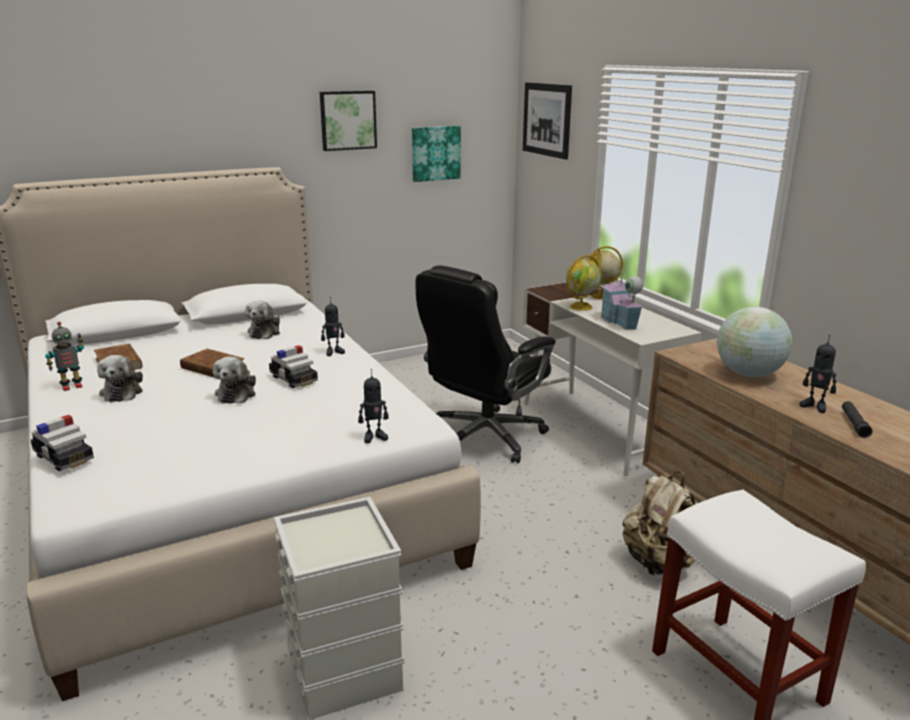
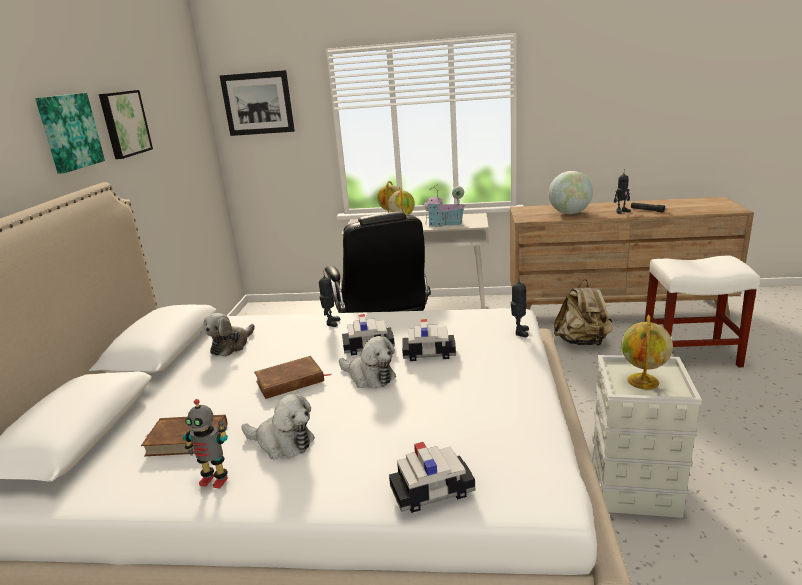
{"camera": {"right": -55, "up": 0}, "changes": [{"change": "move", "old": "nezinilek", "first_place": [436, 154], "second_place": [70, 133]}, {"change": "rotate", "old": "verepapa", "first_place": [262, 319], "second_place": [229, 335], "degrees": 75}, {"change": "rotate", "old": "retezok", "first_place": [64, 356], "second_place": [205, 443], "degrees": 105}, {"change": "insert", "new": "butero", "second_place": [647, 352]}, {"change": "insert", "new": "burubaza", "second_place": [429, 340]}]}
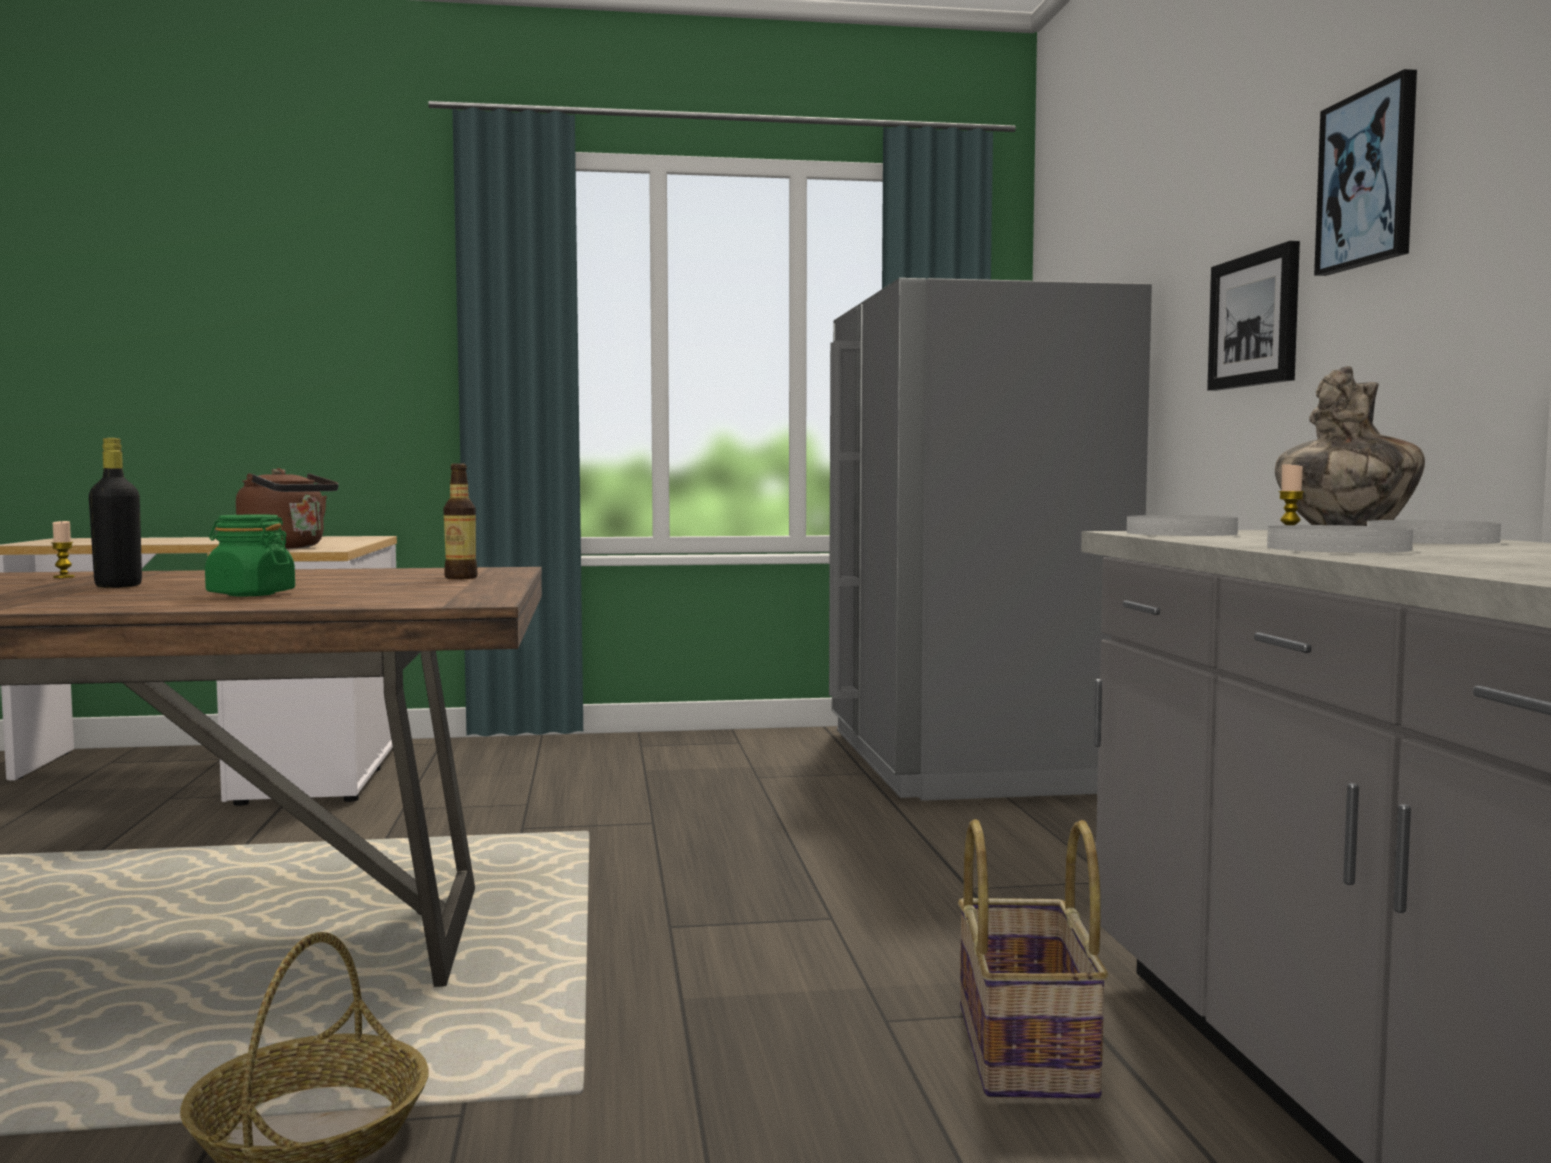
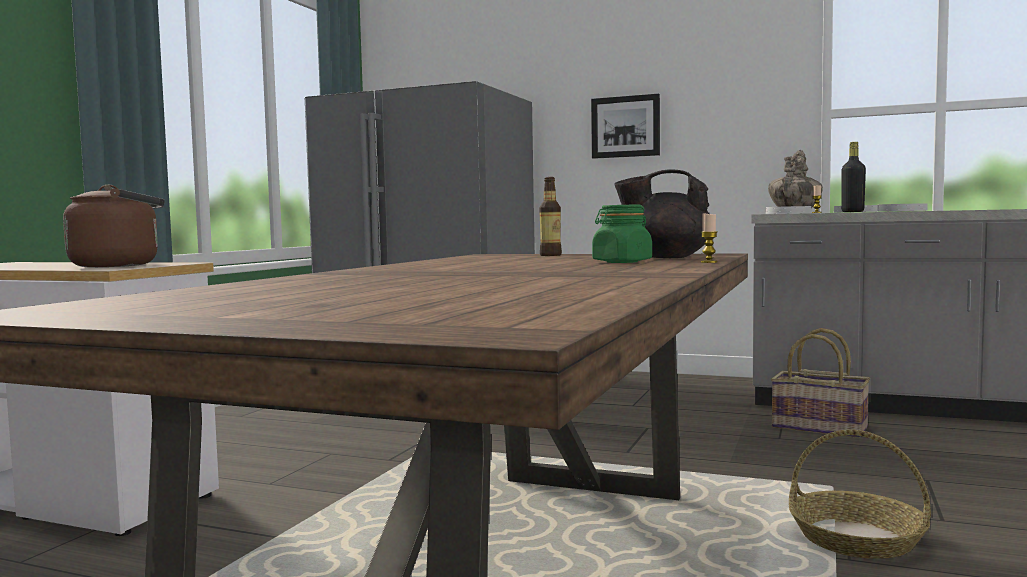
{"camera": {"right": -60, "up": 0}, "changes": [{"change": "delete", "old": "nezinilek", "first_place": [1365, 172]}, {"change": "move", "old": "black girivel", "first_place": [115, 513], "second_place": [854, 177]}, {"change": "move", "old": "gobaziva", "first_place": [63, 549], "second_place": [709, 238]}, {"change": "insert", "new": "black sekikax", "second_place": [661, 213]}]}
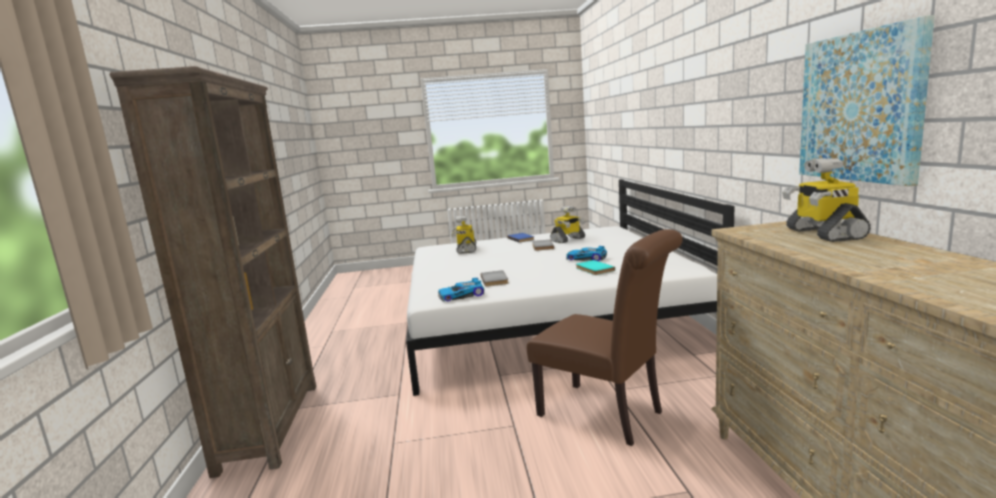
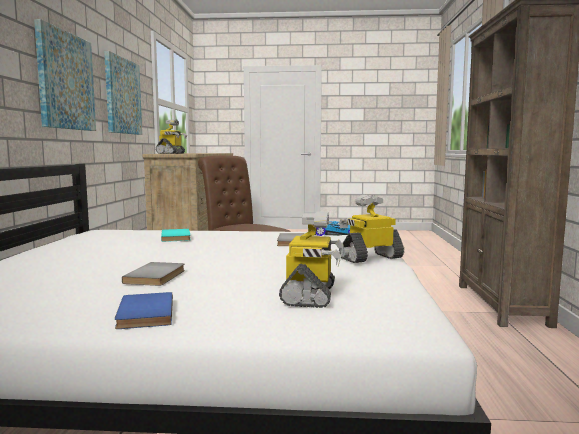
{"camera": {"right": -170, "up": -5}, "changes": [{"change": "move", "old": "retezok", "first_place": [568, 224], "second_place": [371, 229]}, {"change": "delete", "old": "burubaza", "first_place": [586, 253]}, {"change": "insert", "new": "nezinilek", "second_place": [65, 75]}]}
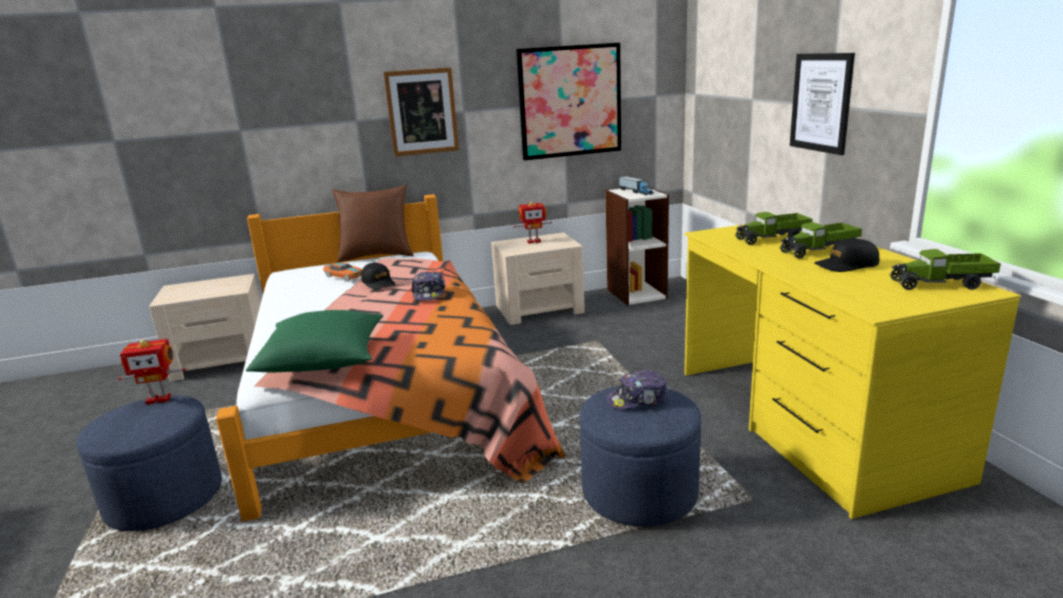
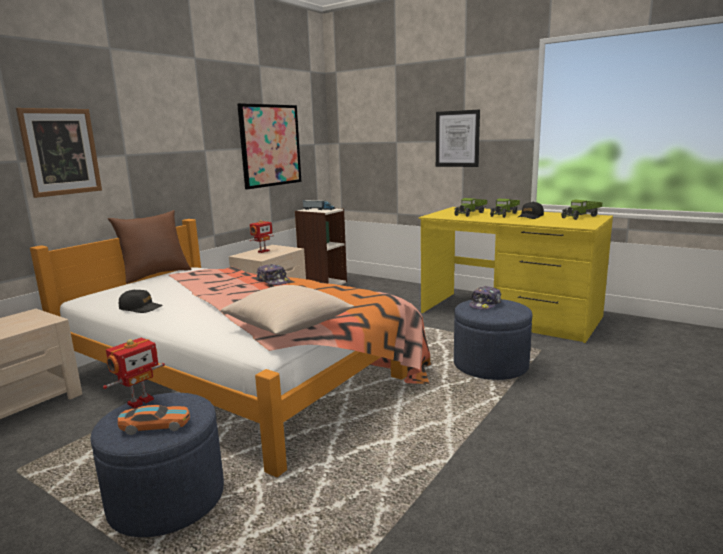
{"camera": {"right": -40, "up": -5}, "changes": [{"change": "move", "old": "nezinilek", "first_place": [421, 112], "second_place": [59, 153]}, {"change": "move", "old": "burubaza", "first_place": [342, 271], "second_place": [154, 420]}, {"change": "move", "old": "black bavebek", "first_place": [378, 276], "second_place": [141, 301]}, {"change": "recolor", "old": "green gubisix", "new": "beige gubisix", "first_place": [314, 341], "second_place": [287, 310]}]}
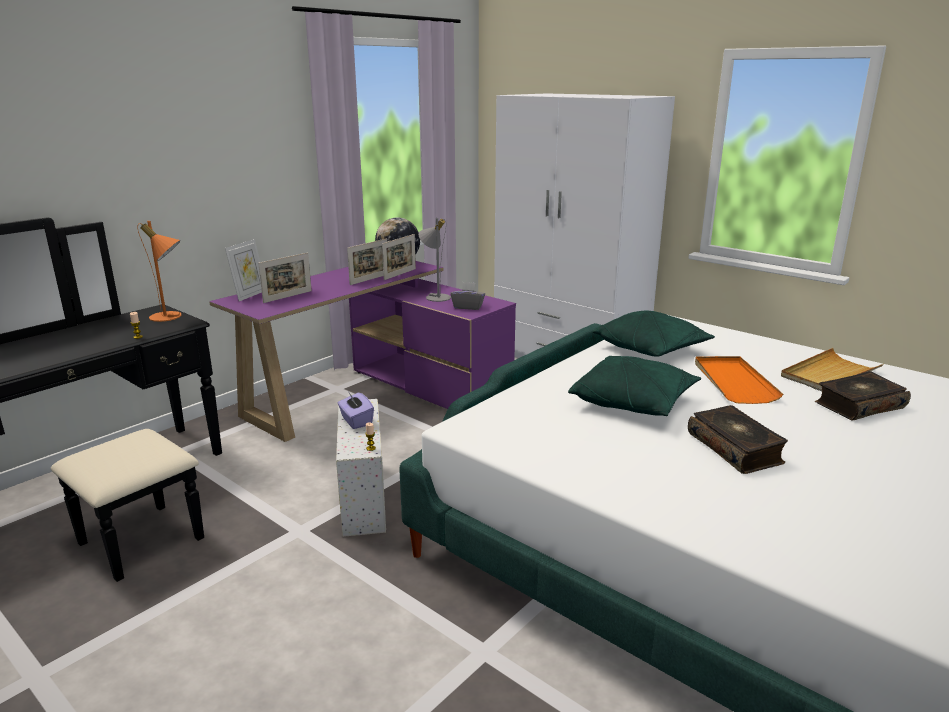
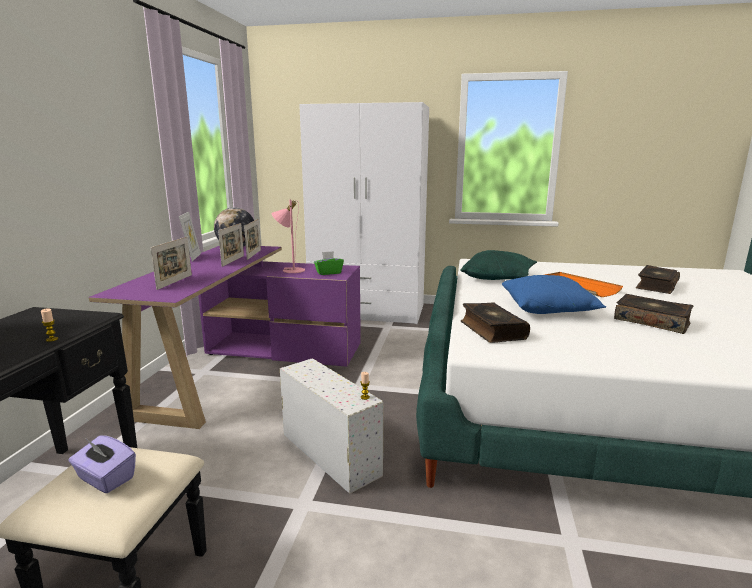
{"camera": {"right": -30, "up": -5}, "changes": [{"change": "recolor", "old": "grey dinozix", "new": "pink dinozix", "first_place": [435, 260], "second_place": [288, 236]}, {"change": "delete", "old": "orange dinozix", "first_place": [159, 271]}, {"change": "move", "old": "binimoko", "first_place": [243, 270], "second_place": [190, 236]}, {"change": "recolor", "old": "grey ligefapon", "new": "green ligefapon", "first_place": [467, 296], "second_place": [329, 263]}, {"change": "delete", "old": "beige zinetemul", "first_place": [832, 369]}, {"change": "recolor", "old": "green gubisix", "new": "blue gubisix", "first_place": [634, 386], "second_place": [554, 294]}, {"change": "move", "old": "purple ligefapon", "first_place": [356, 410], "second_place": [102, 464]}, {"change": "insert", "new": "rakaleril", "second_place": [495, 323]}]}
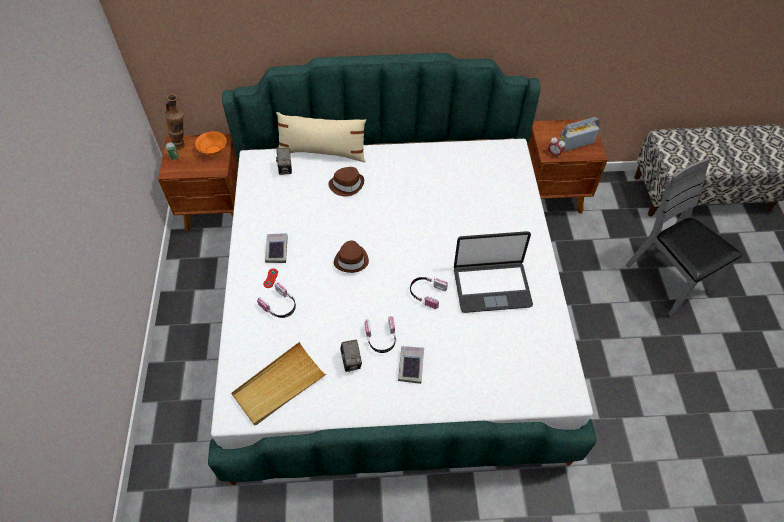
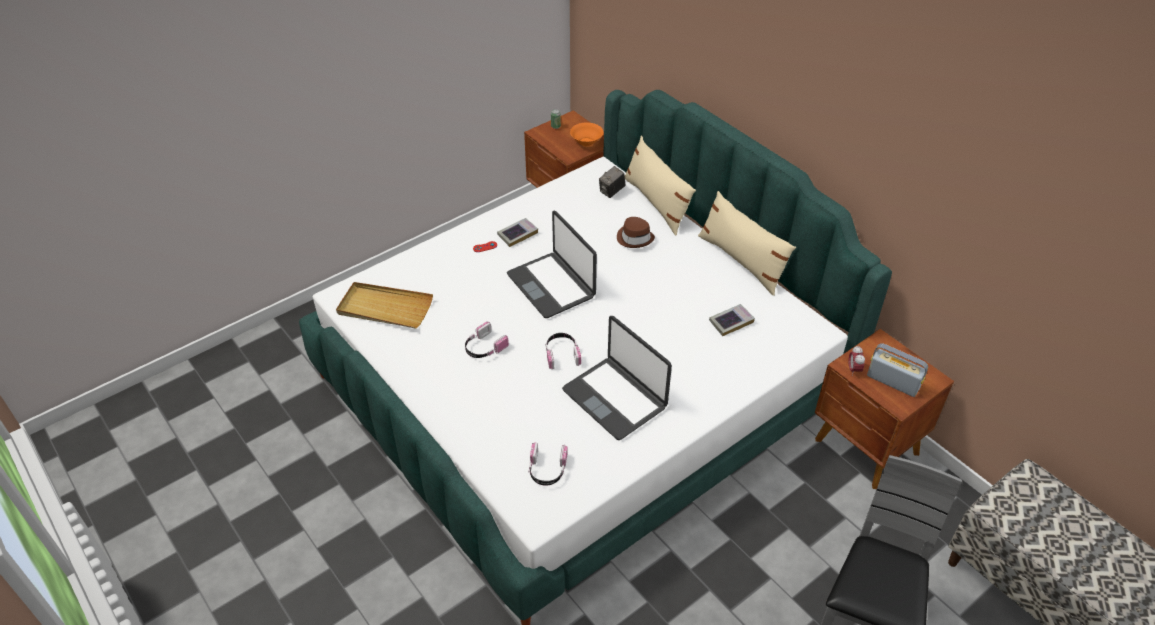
{"camera": {"right": 55, "up": -10}, "changes": [{"change": "delete", "old": "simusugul", "first_place": [175, 121]}, {"change": "replace", "old": "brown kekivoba", "new": "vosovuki", "first_place": [351, 256], "second_place": [552, 264]}, {"change": "move", "old": "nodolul", "first_place": [276, 300], "second_place": [547, 464]}, {"change": "delete", "old": "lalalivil", "first_place": [351, 356]}, {"change": "move", "old": "rakaleril", "first_place": [411, 365], "second_place": [732, 320]}, {"change": "insert", "new": "beige gubisix", "second_place": [747, 243]}]}
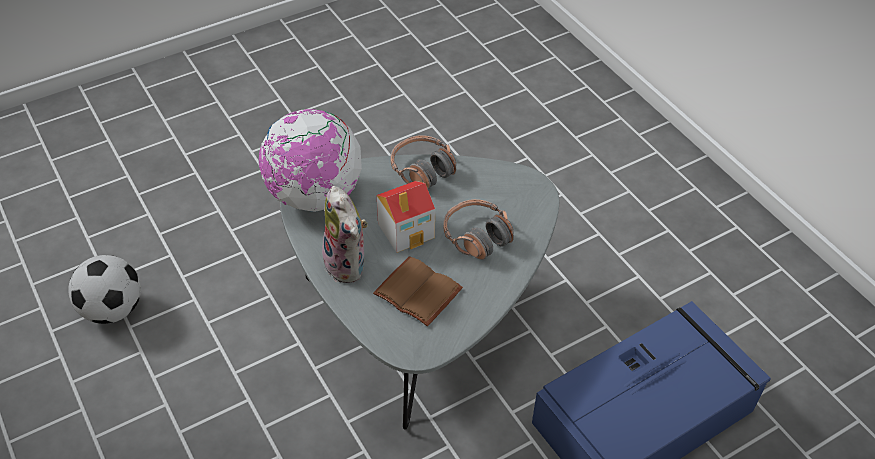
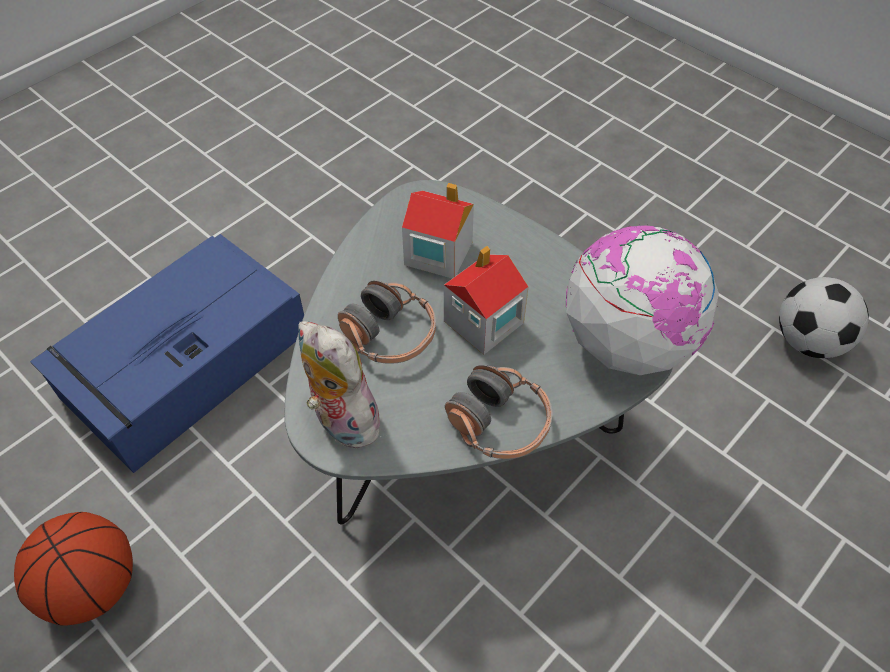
{"camera": {"right": 165, "up": 5}, "changes": [{"change": "move", "old": "verepapa", "first_place": [345, 234], "second_place": [341, 385]}, {"change": "replace", "old": "brown rakaleril", "new": "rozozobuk", "first_place": [418, 291], "second_place": [438, 231]}, {"change": "insert", "new": "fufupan", "second_place": [73, 569]}]}
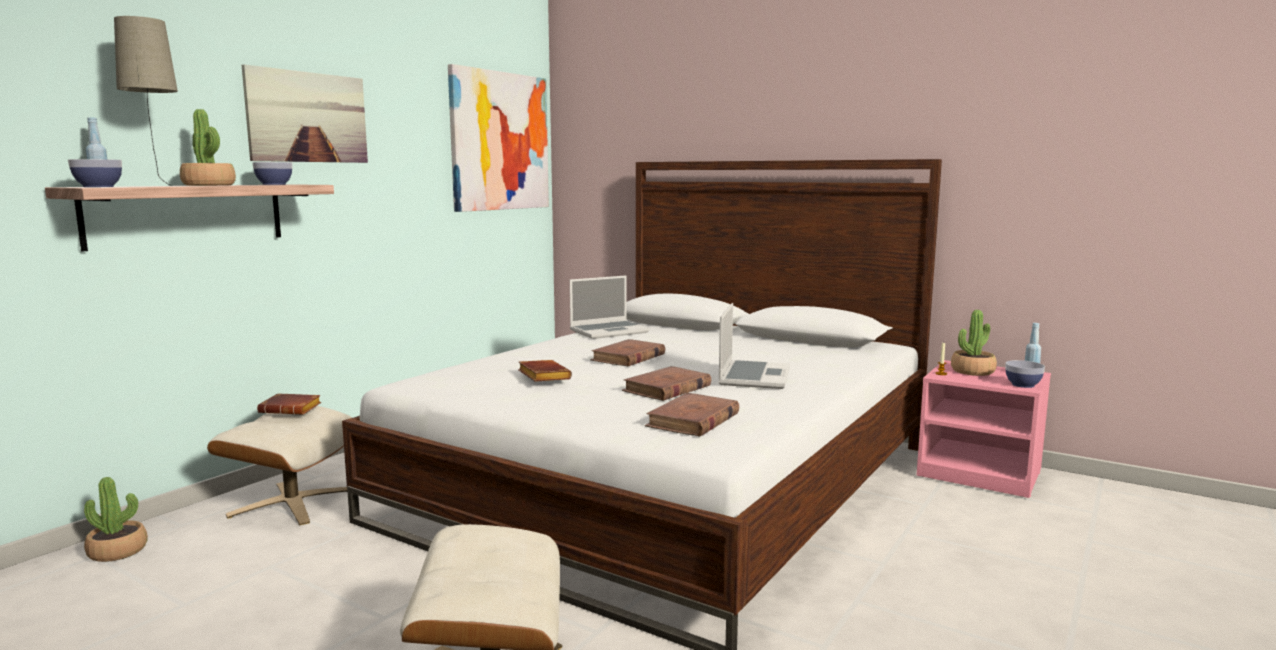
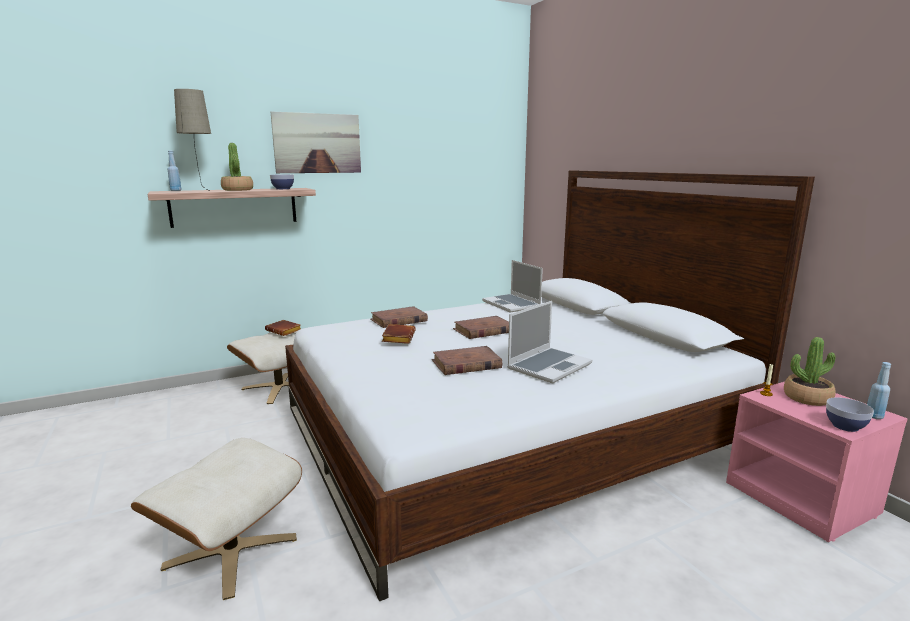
{"camera": {"right": 30, "up": 5}, "changes": [{"change": "delete", "old": "nezinilek", "first_place": [498, 138]}, {"change": "delete", "old": "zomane", "first_place": [95, 173]}, {"change": "rotate", "old": "vosovuki", "first_place": [609, 307], "second_place": [512, 286], "degrees": 60}, {"change": "move", "old": "brown rakaleril", "first_place": [692, 415], "second_place": [399, 317]}, {"change": "delete", "old": "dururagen", "first_place": [116, 519]}]}
